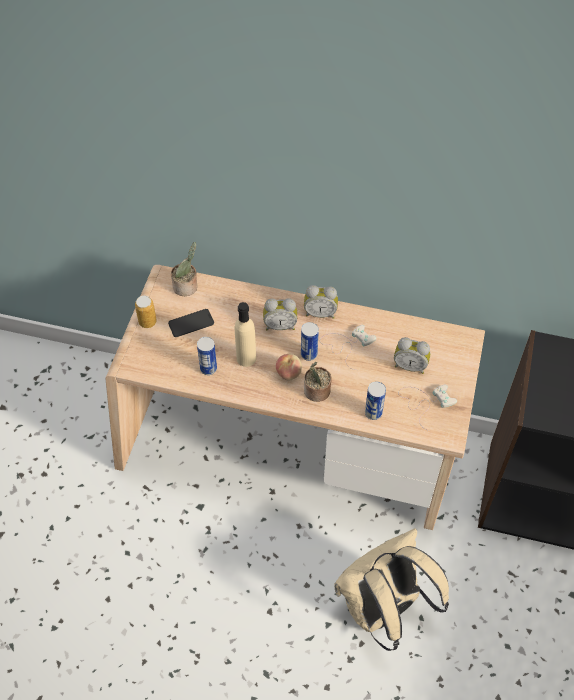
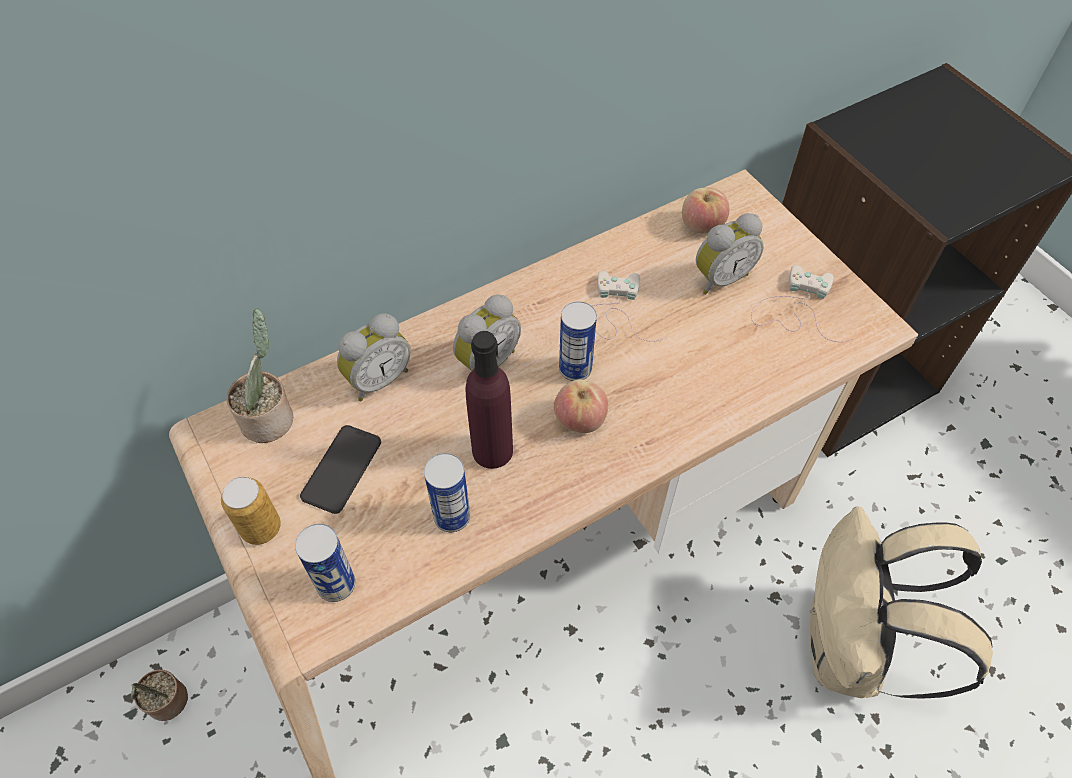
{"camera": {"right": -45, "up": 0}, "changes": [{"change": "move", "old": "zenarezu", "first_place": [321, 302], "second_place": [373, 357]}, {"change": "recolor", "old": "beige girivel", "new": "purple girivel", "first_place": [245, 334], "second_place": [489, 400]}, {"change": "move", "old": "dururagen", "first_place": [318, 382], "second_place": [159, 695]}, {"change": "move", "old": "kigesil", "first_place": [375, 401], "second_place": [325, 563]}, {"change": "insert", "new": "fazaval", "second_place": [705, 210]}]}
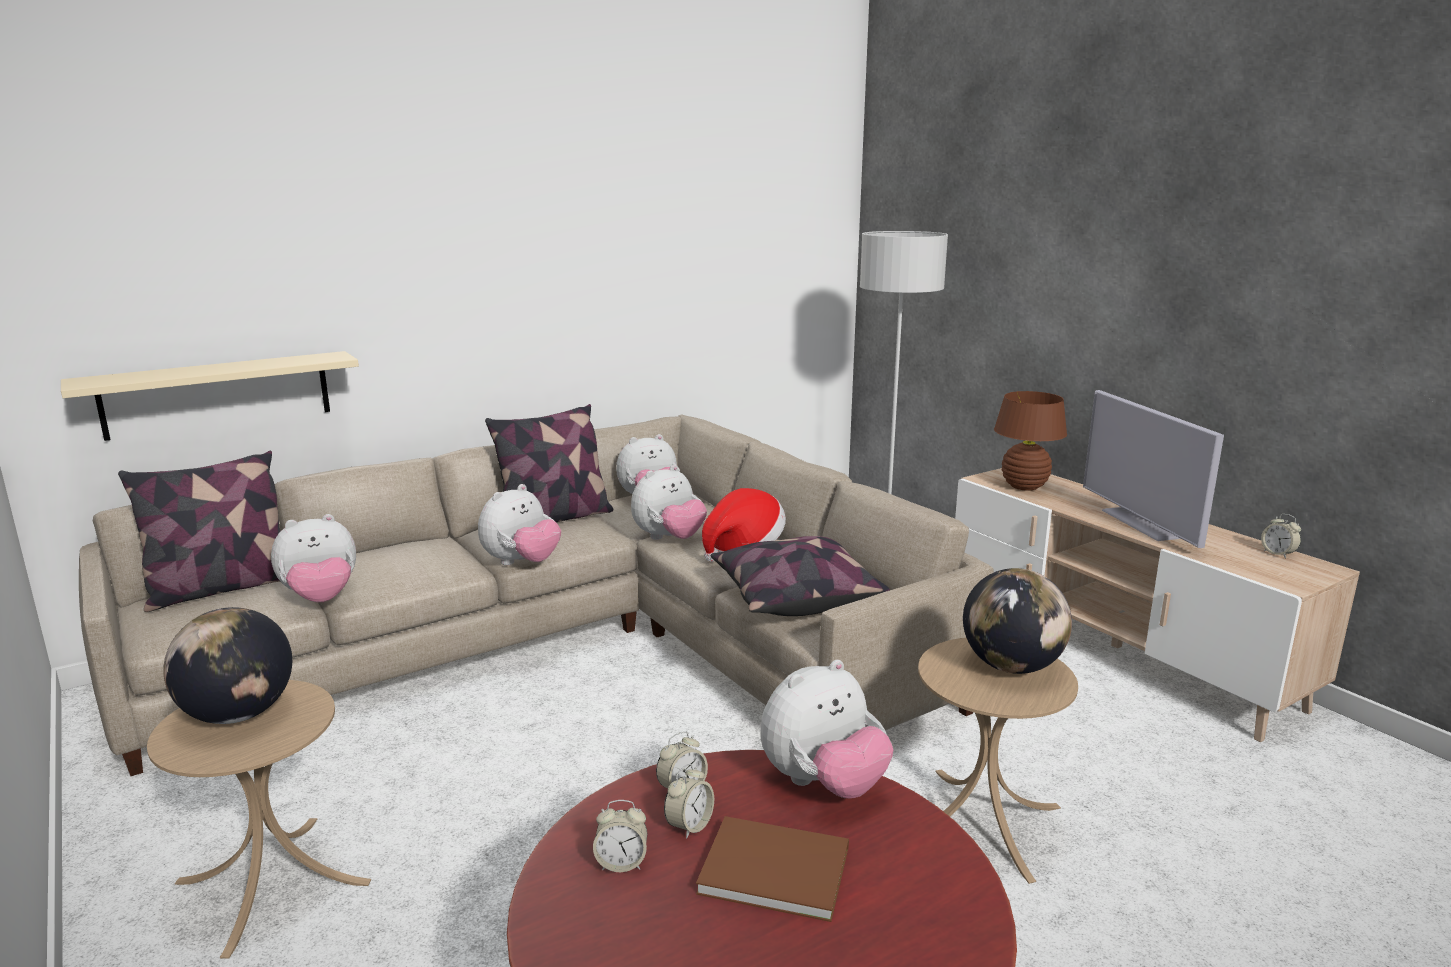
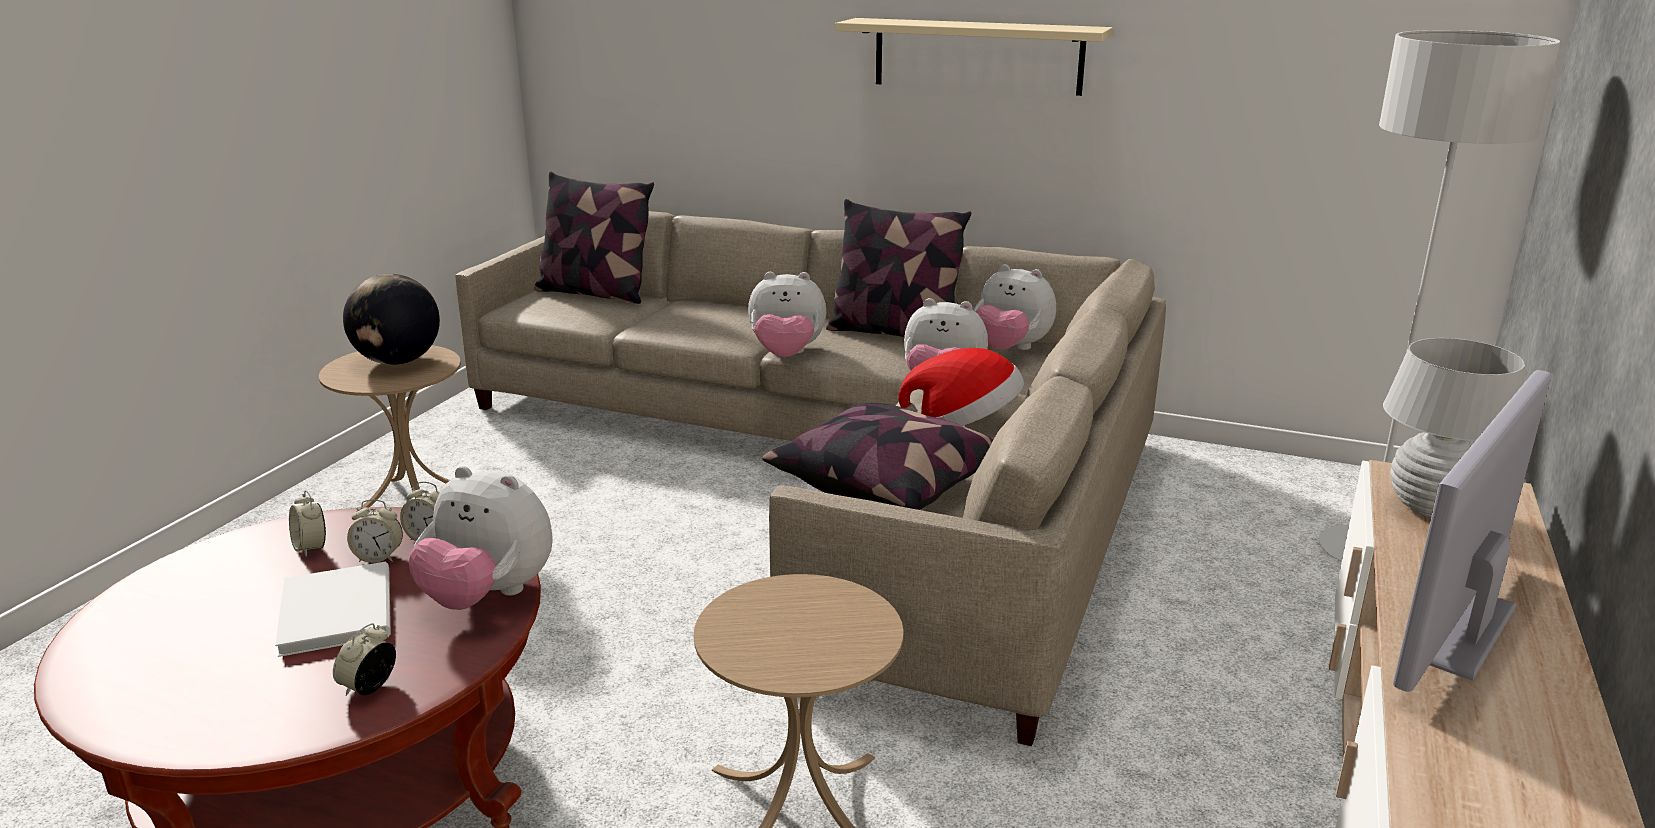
{"camera": {"right": 55, "up": 5}, "changes": [{"change": "move", "old": "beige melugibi", "first_place": [210, 396], "second_place": [974, 57]}, {"change": "recolor", "old": "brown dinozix", "new": "white dinozix", "first_place": [1030, 441], "second_place": [1454, 427]}, {"change": "delete", "old": "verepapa", "first_place": [313, 558]}, {"change": "move", "old": "zenarezu", "first_place": [1281, 536], "second_place": [364, 659]}, {"change": "delete", "old": "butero", "first_place": [1017, 621]}, {"change": "recolor", "old": "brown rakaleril", "new": "white rakaleril", "first_place": [772, 869], "second_place": [333, 609]}]}
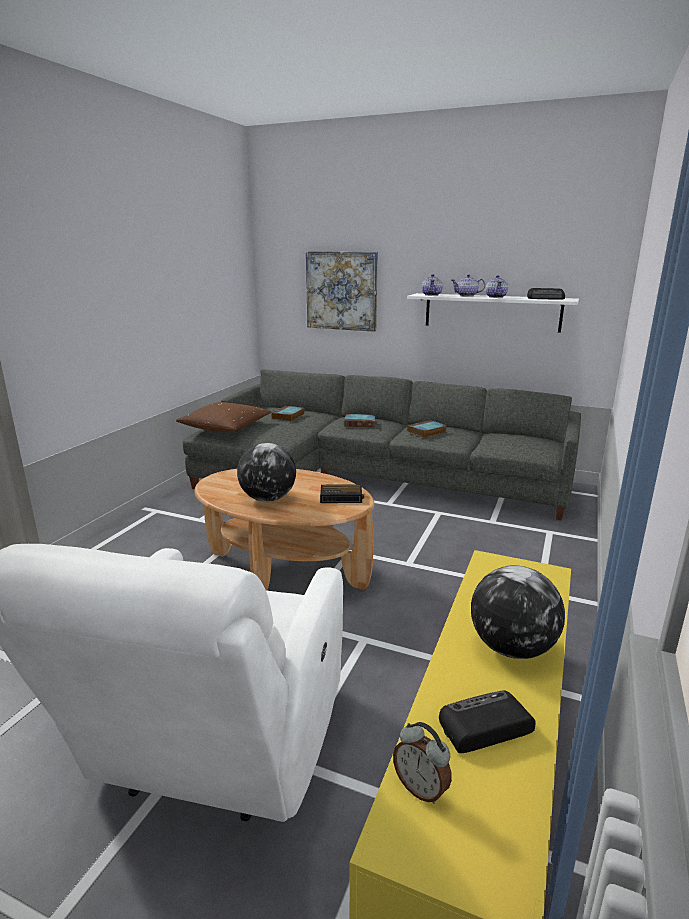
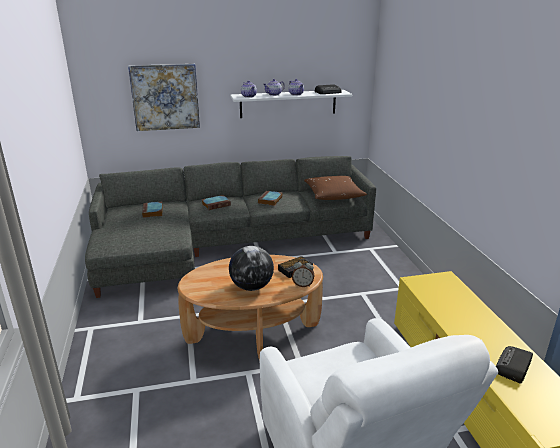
{"camera": {"right": -35, "up": 5}, "changes": [{"change": "move", "old": "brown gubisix", "first_place": [223, 417], "second_place": [335, 188]}, {"change": "delete", "old": "butero", "first_place": [518, 612]}, {"change": "move", "old": "zenarezu", "first_place": [422, 763], "second_place": [303, 273]}]}
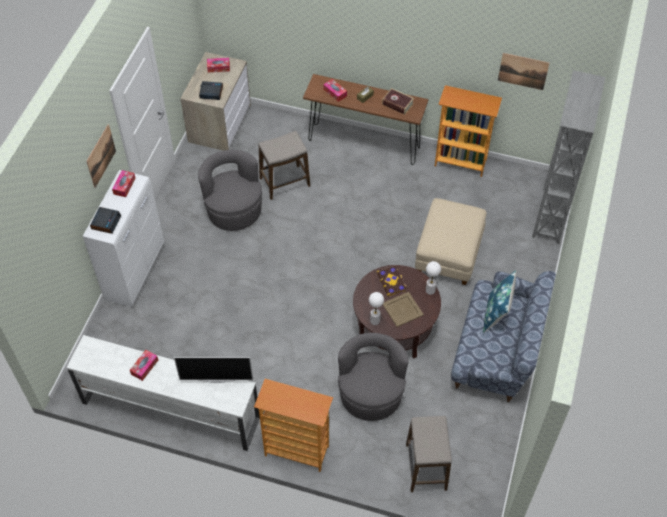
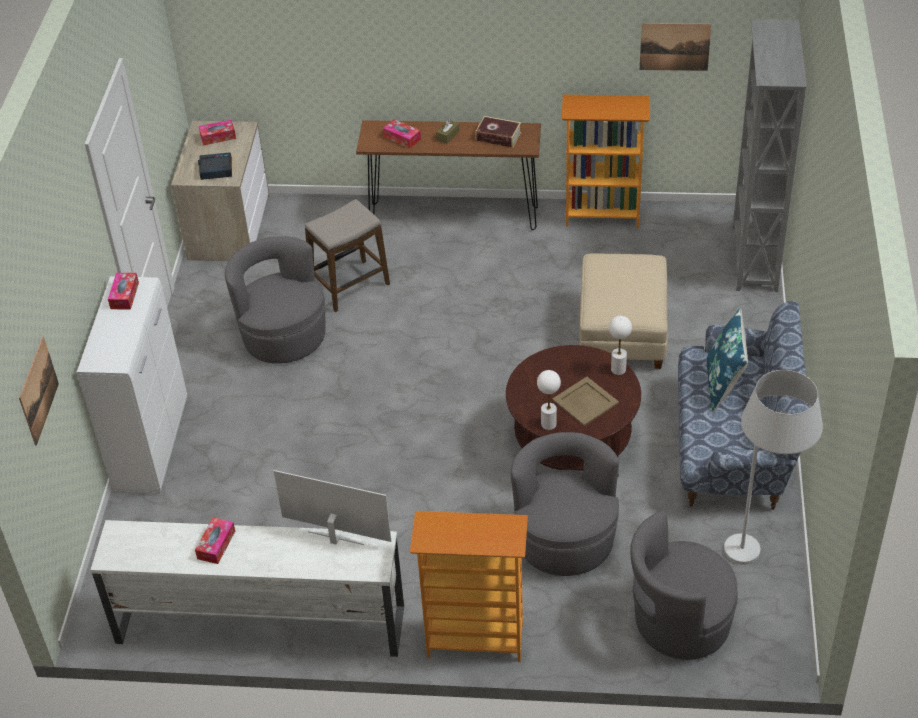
{"camera": {"right": -10, "up": -10}, "changes": [{"change": "move", "old": "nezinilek", "first_place": [101, 156], "second_place": [39, 391]}, {"change": "delete", "old": "zenarezu", "first_place": [105, 220]}, {"change": "delete", "old": "rakaleril", "first_place": [392, 281]}, {"change": "rotate", "old": "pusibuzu", "first_place": [213, 370], "second_place": [332, 507], "degrees": -150}, {"change": "replace", "old": "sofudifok", "new": "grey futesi", "first_place": [429, 454], "second_place": [684, 585]}, {"change": "insert", "new": "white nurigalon", "second_place": [773, 467]}]}
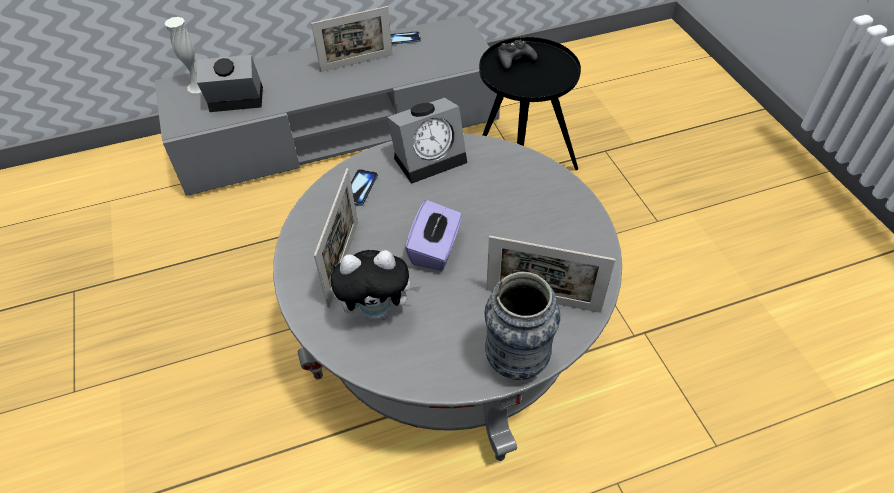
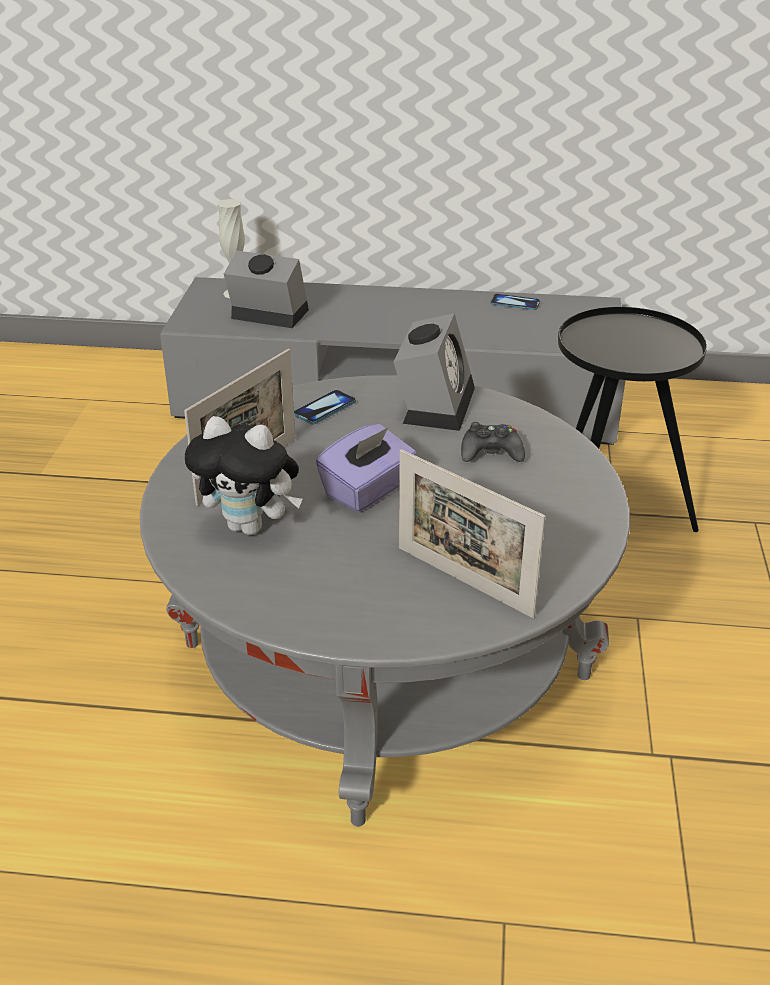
{"camera": {"right": 25, "up": -15}, "changes": [{"change": "delete", "old": "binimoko", "first_place": [352, 39]}, {"change": "move", "old": "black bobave", "first_place": [517, 54], "second_place": [493, 442]}, {"change": "rotate", "old": "zenarezu", "first_place": [427, 141], "second_place": [434, 372], "degrees": -75}, {"change": "delete", "old": "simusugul", "first_place": [522, 326]}]}
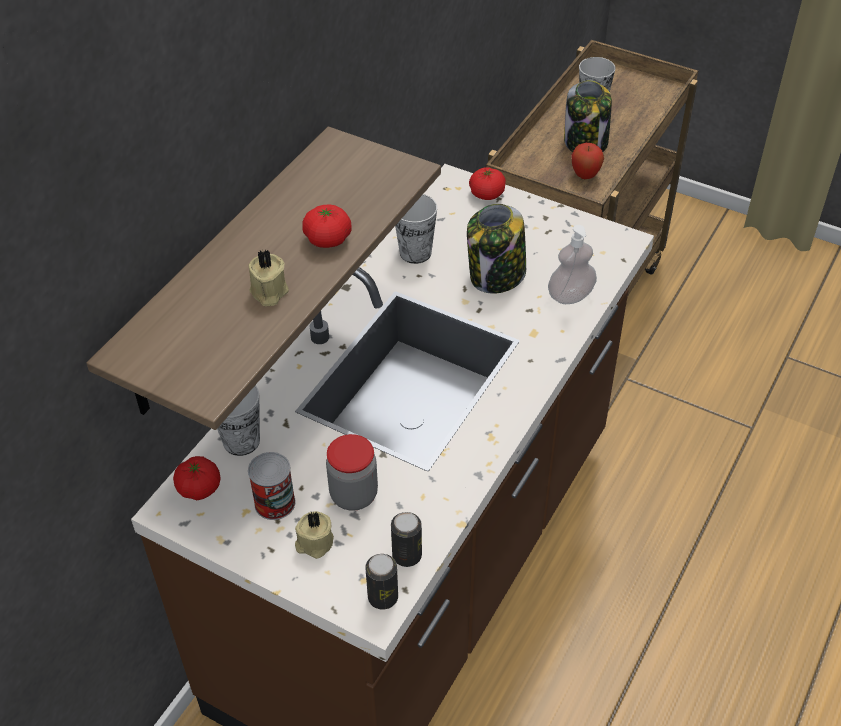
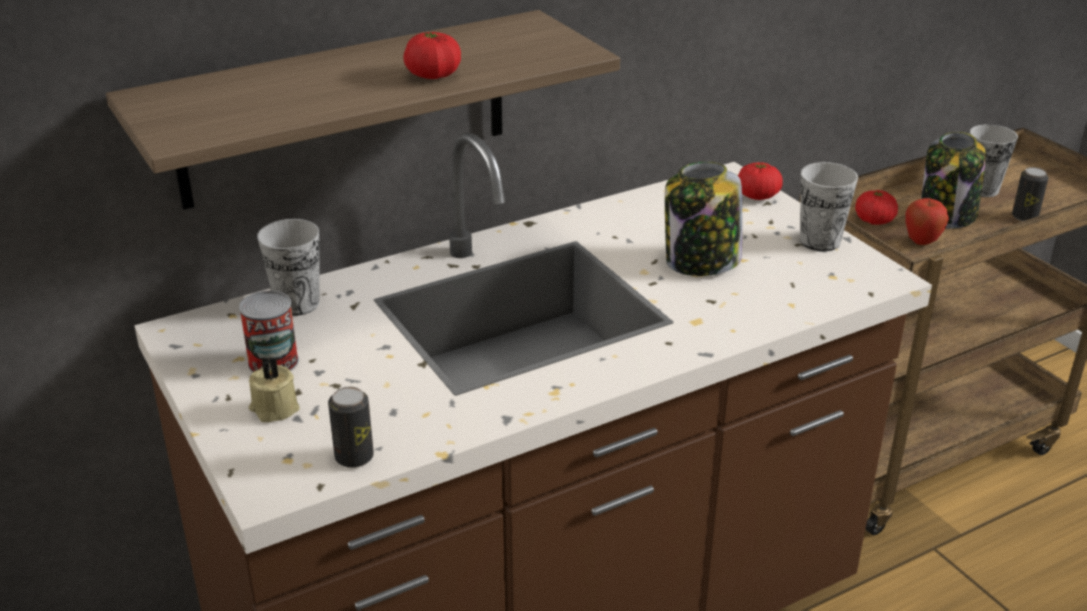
{"camera": {"right": 30, "up": -15}, "changes": [{"change": "move", "old": "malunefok", "first_place": [416, 229], "second_place": [829, 206]}, {"change": "delete", "old": "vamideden", "first_place": [572, 264]}, {"change": "delete", "old": "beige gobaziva", "first_place": [268, 277]}, {"change": "delete", "old": "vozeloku", "first_place": [352, 472]}, {"change": "move", "old": "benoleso", "first_place": [197, 478], "second_place": [876, 207]}, {"change": "move", "old": "kigesil", "first_place": [381, 582], "second_place": [1030, 194]}]}
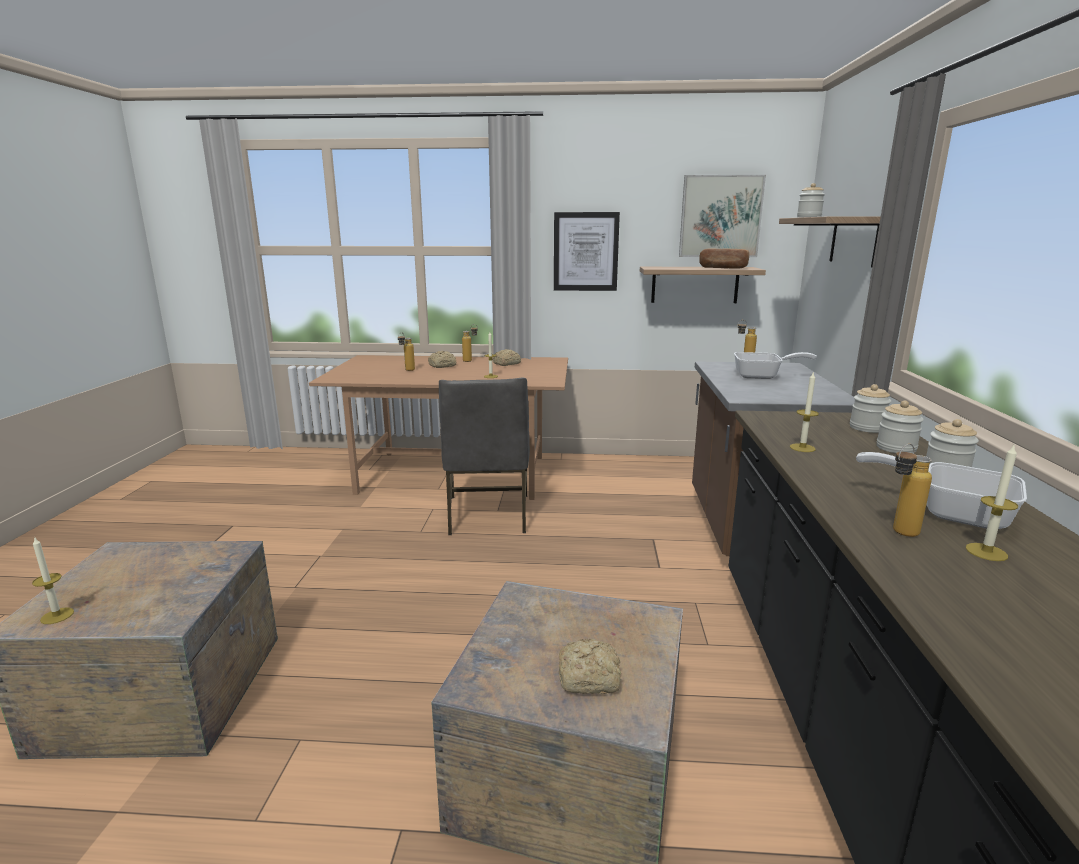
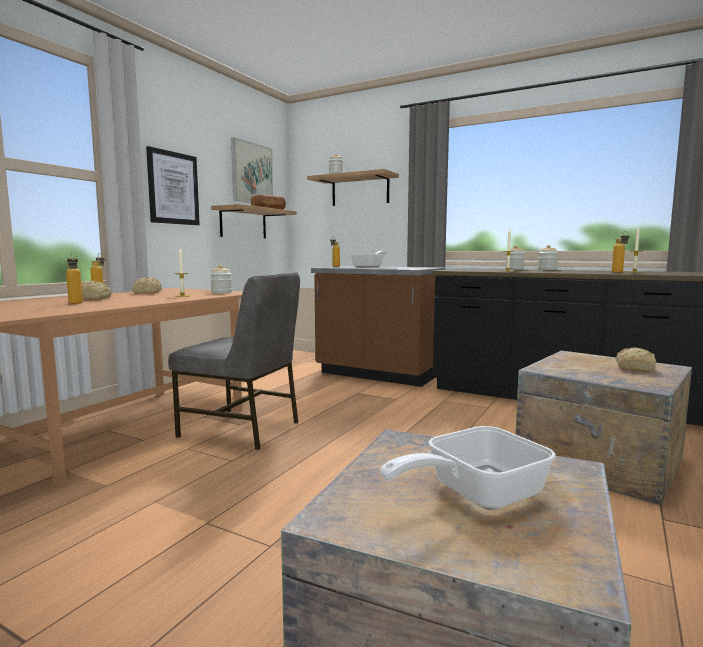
{"camera": {"right": -65, "up": -10}, "changes": [{"change": "move", "old": "vozeloku", "first_place": [870, 408], "second_place": [221, 279]}, {"change": "move", "old": "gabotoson", "first_place": [941, 490], "second_place": [467, 468]}, {"change": "delete", "old": "gobaziva", "first_place": [53, 580]}]}
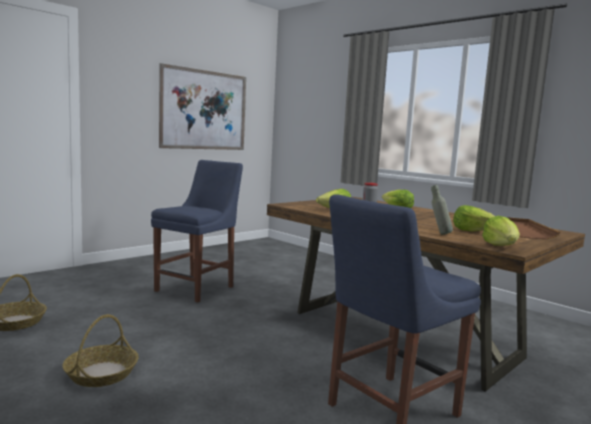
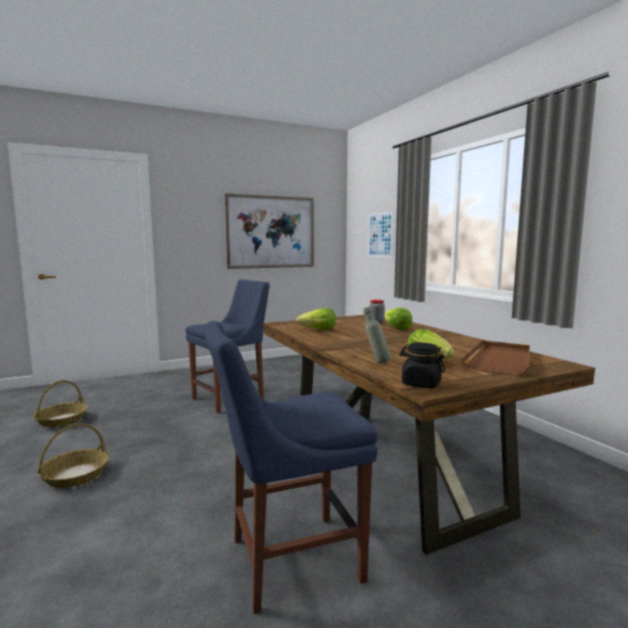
{"camera": {"right": 20, "up": 0}, "changes": [{"change": "replace", "old": "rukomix", "new": "black vozeloku", "first_place": [501, 231], "second_place": [422, 365]}, {"change": "insert", "new": "nezinilek", "second_place": [381, 234]}]}
